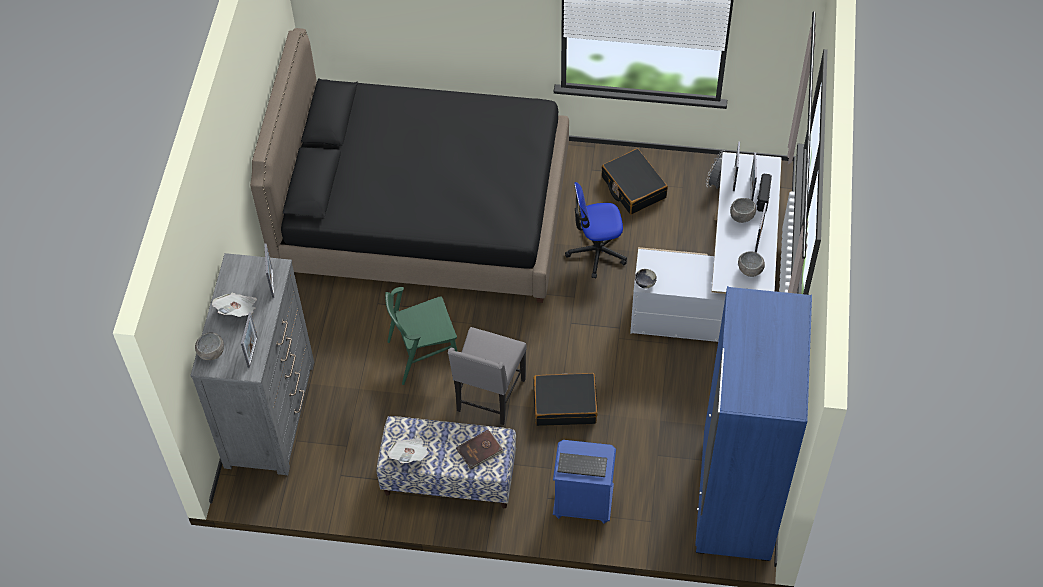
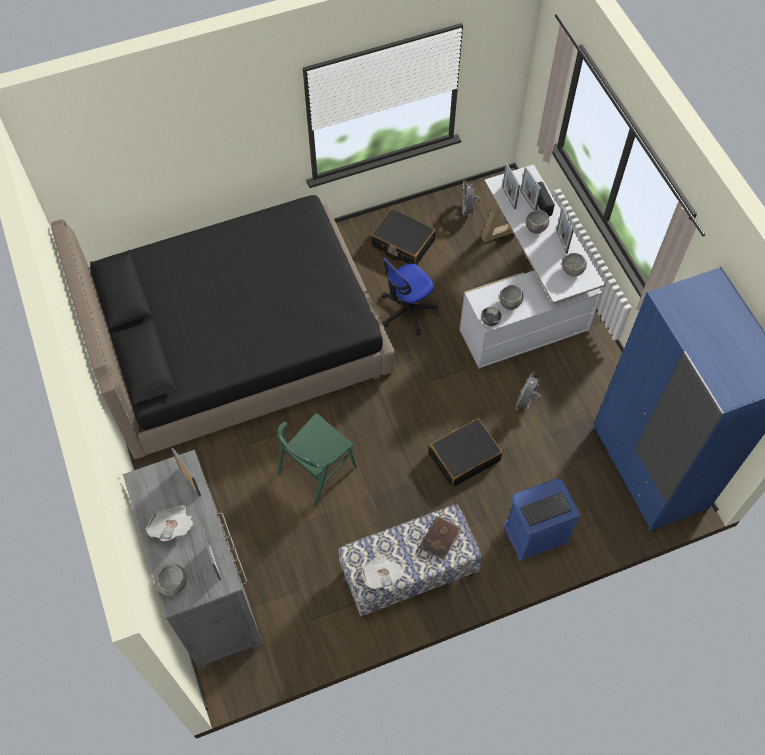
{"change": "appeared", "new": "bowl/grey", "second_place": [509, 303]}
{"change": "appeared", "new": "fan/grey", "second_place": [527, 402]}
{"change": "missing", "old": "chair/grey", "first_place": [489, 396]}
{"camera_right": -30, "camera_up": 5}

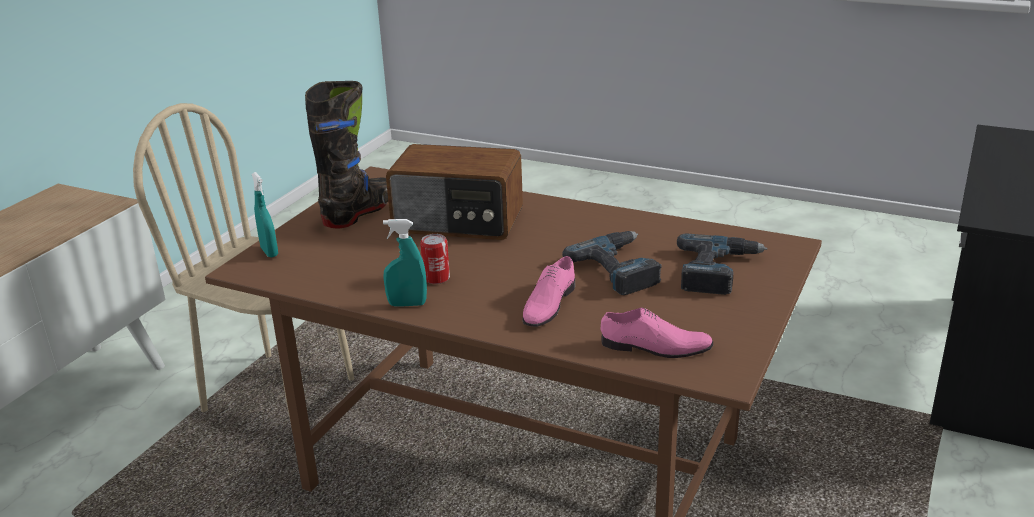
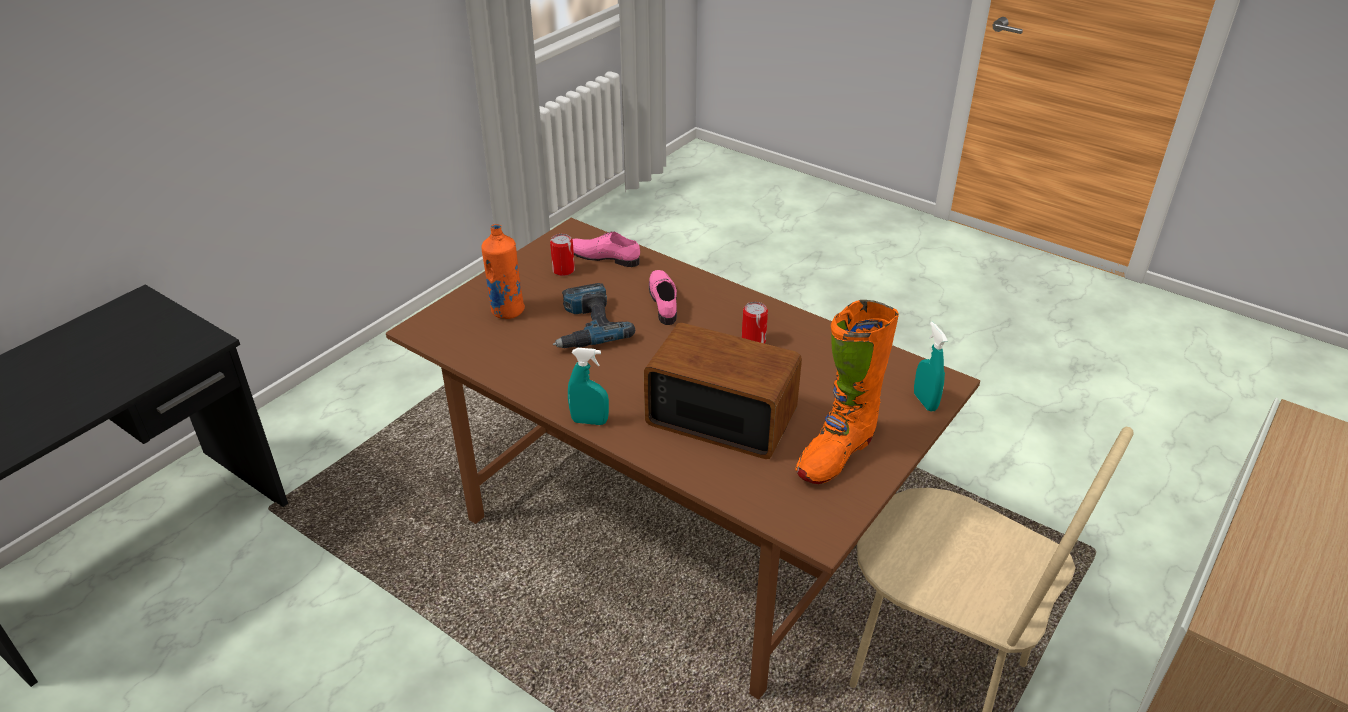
{"change": "exchanged", "old": "power drill", "new": "bottle/orange", "first_place": [718, 271], "second_place": [507, 311]}
{"change": "appeared", "new": "can", "second_place": [563, 270]}
{"change": "relocated", "old": "spray bottle/turquoise", "first_place": [407, 304], "second_place": [589, 421]}
{"change": "spun", "old": "shoe/pink", "first_place": [548, 304], "second_place": [664, 300], "degrees": -45}
{"change": "colour", "old": "boot/black", "new": "boot/orange", "first_place": [359, 212], "second_place": [836, 454]}
{"camera_right": -170, "camera_up": 10}

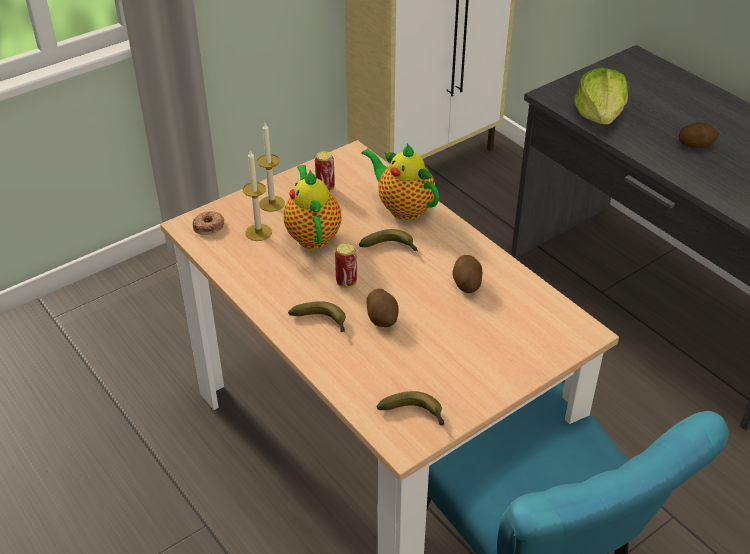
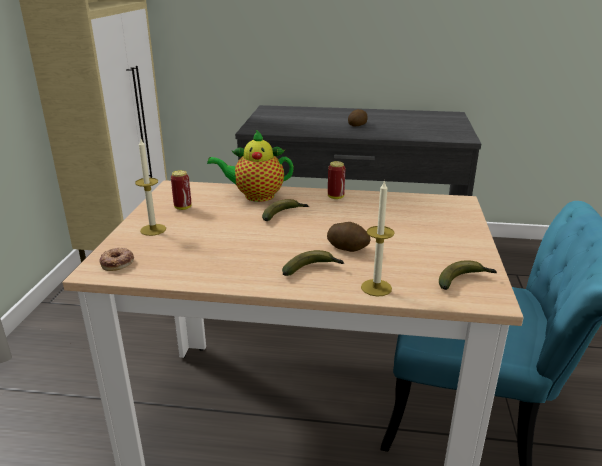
{"change": "relocated", "old": "can", "first_place": [346, 283], "second_place": [335, 197]}
{"change": "relocated", "old": "candle", "first_place": [258, 232], "second_place": [376, 287]}
{"change": "missing", "old": "teapot", "first_place": [312, 234]}
{"change": "missing", "old": "potato", "first_place": [466, 283]}
{"change": "missing", "old": "lettuce", "first_place": [600, 116]}
{"camera_right": -45, "camera_up": -15}

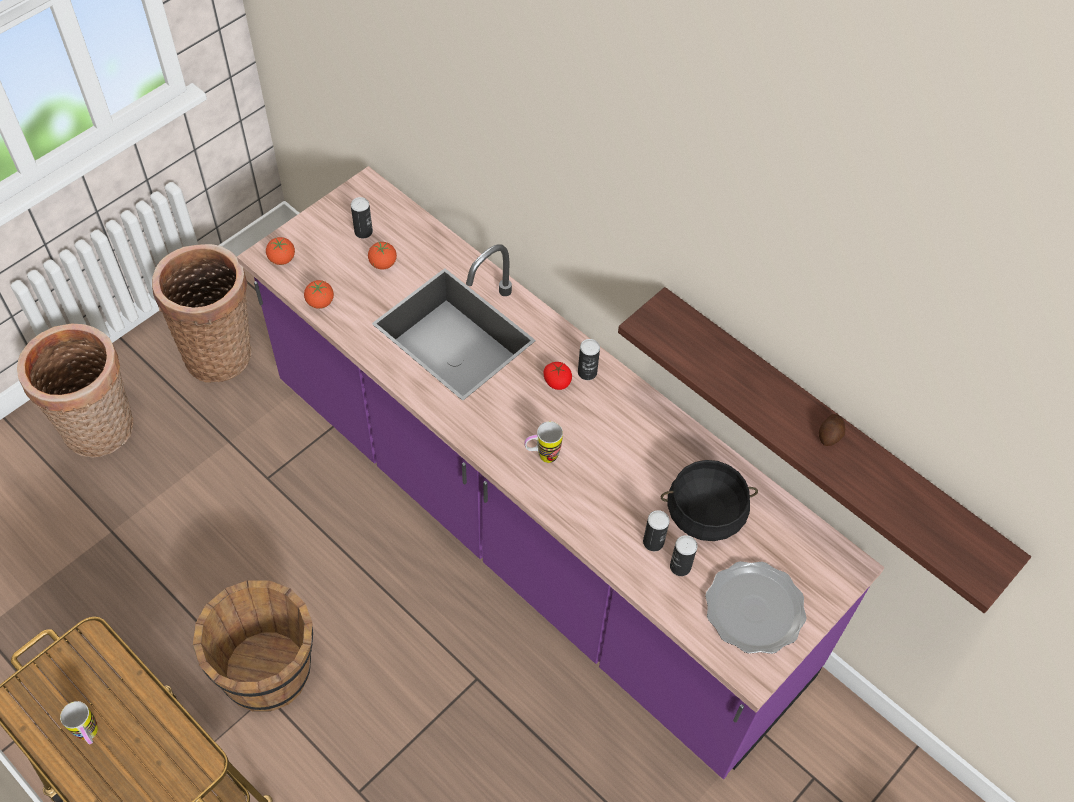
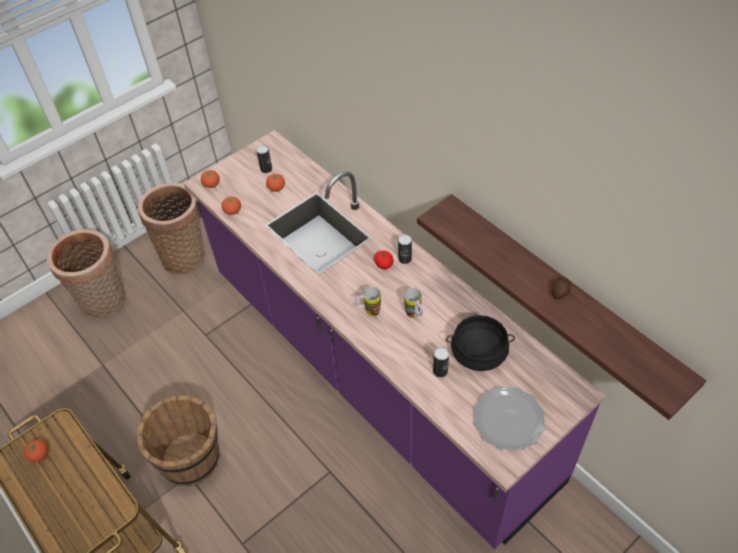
{"change": "appeared", "new": "tomato", "second_place": [39, 455]}
{"change": "relocated", "old": "mug", "first_place": [90, 736], "second_place": [415, 316]}
{"change": "missing", "old": "can", "first_place": [680, 566]}
{"camera_right": 10, "camera_up": -5}

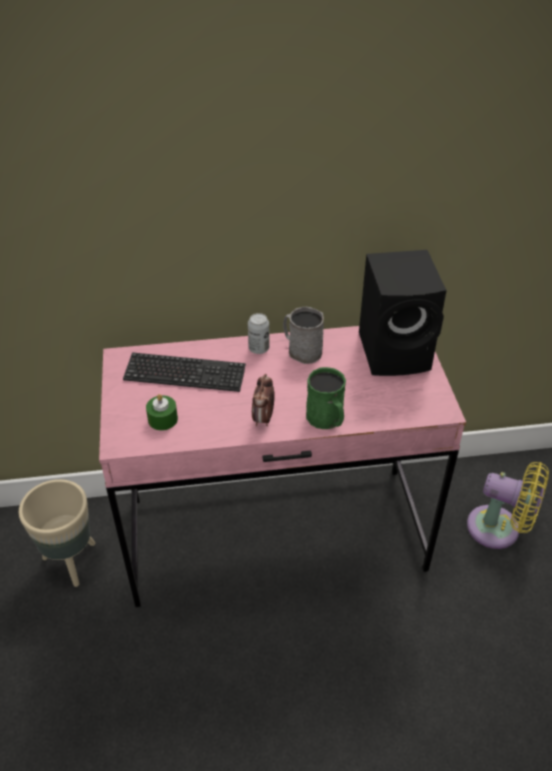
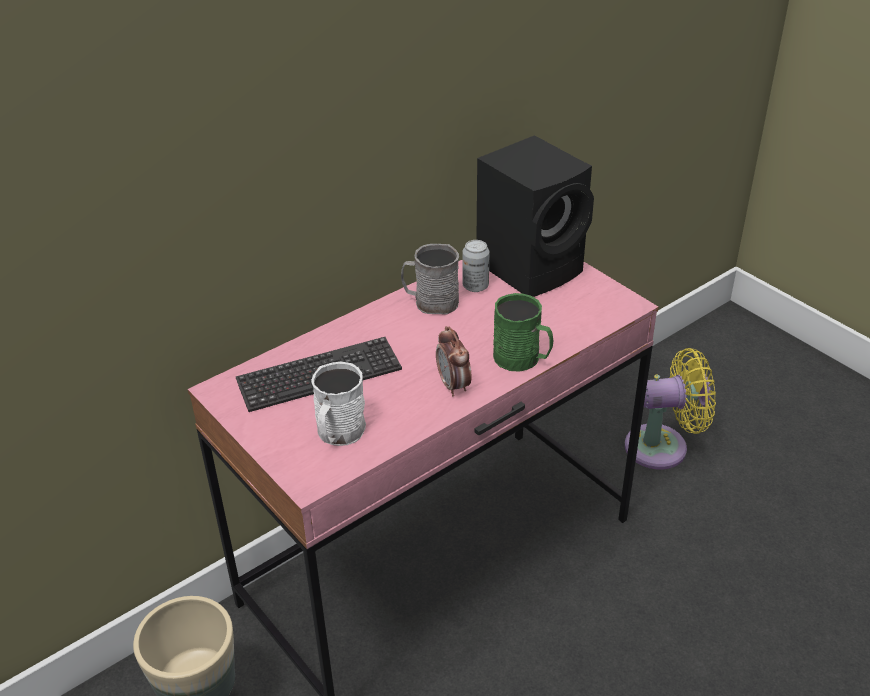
{"change": "exchanged", "old": "candle/green", "new": "mug/white", "first_place": [163, 419], "second_place": [338, 433]}
{"change": "relocated", "old": "can", "first_place": [259, 348], "second_place": [475, 286]}
{"camera_right": -30, "camera_up": -5}

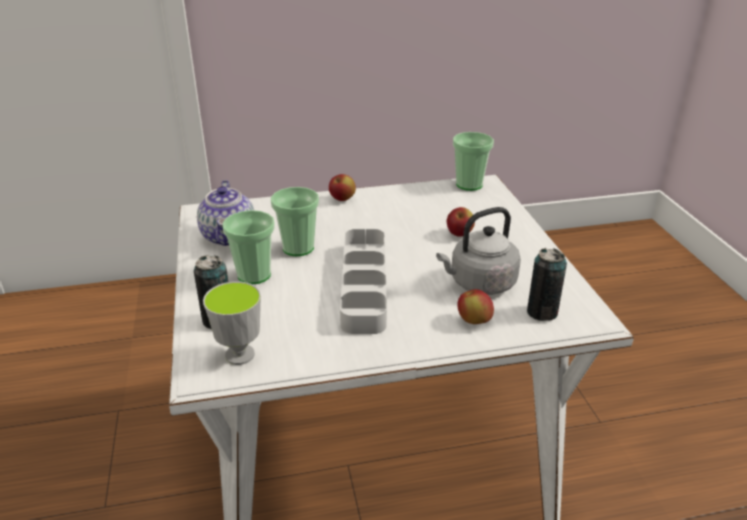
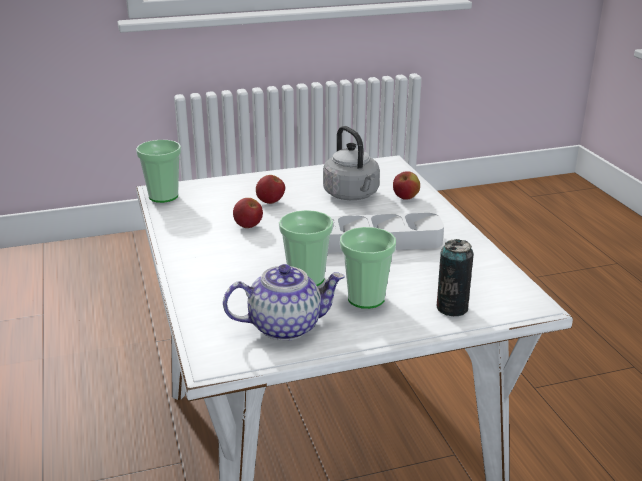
{"change": "relocated", "old": "apple", "first_place": [342, 199], "second_place": [248, 226]}
{"change": "missing", "old": "cup", "first_place": [240, 355]}
{"change": "missing", "old": "can", "first_place": [542, 312]}
{"camera_right": -95, "camera_up": -5}

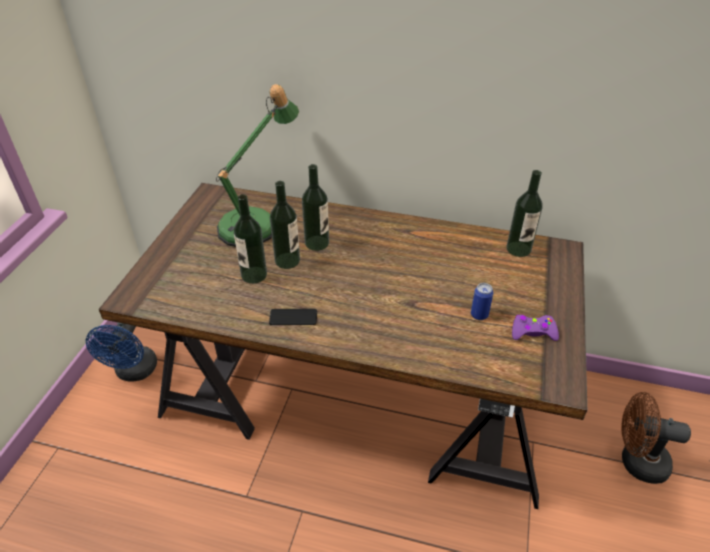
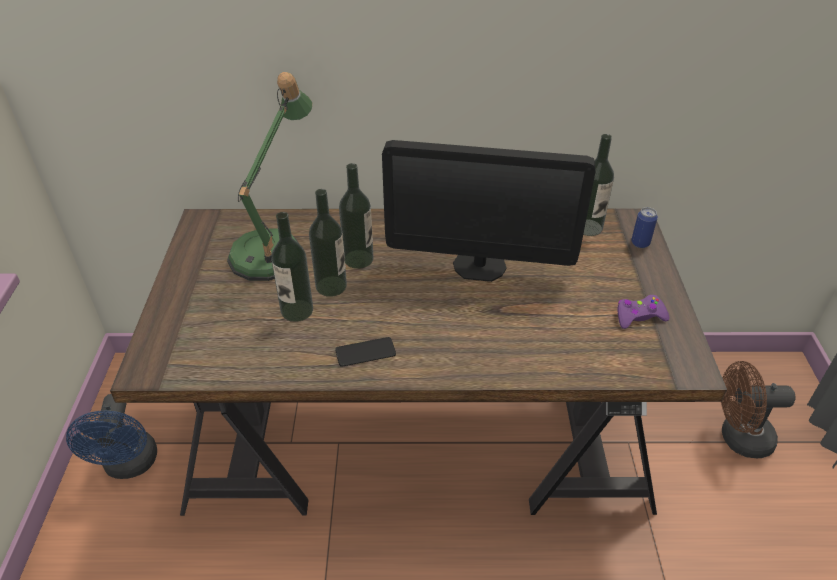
{"change": "appeared", "new": "monitor", "second_place": [479, 266]}
{"change": "relocated", "old": "can", "first_place": [479, 315], "second_place": [640, 243]}
{"camera_right": -15, "camera_up": 0}

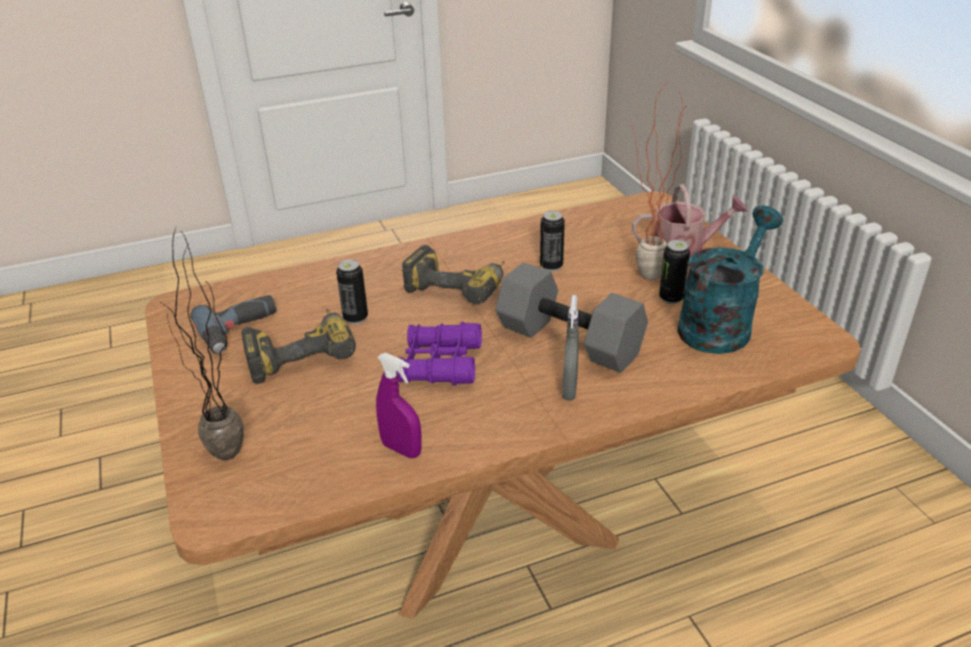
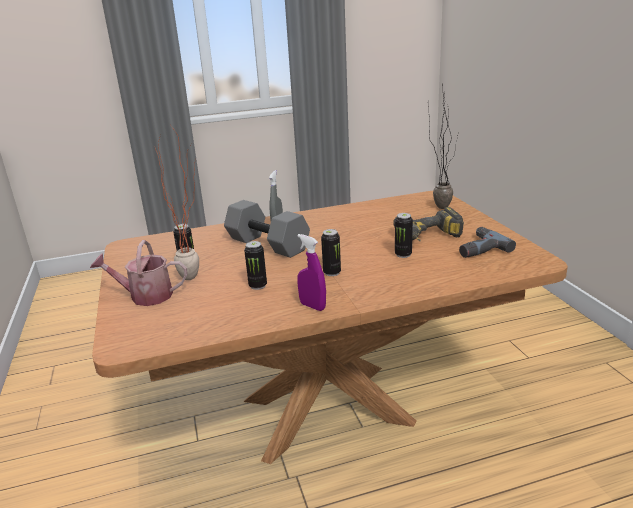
{"change": "relocated", "old": "spray bottle/purple", "first_place": [401, 449], "second_place": [312, 306]}
{"change": "exchanged", "old": "power drill", "new": "can", "first_place": [459, 286], "second_place": [332, 273]}
{"change": "missing", "old": "binoculars/purple", "first_place": [440, 364]}
{"change": "missing", "old": "watering can/turquoise", "first_place": [720, 323]}
{"camera_right": -175, "camera_up": -10}

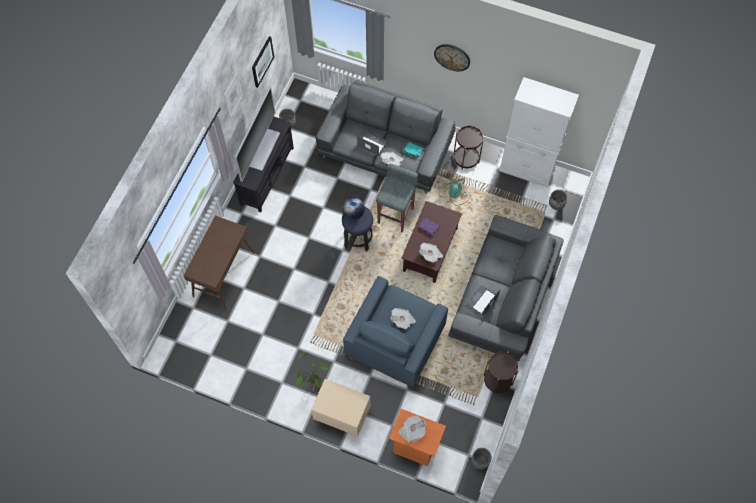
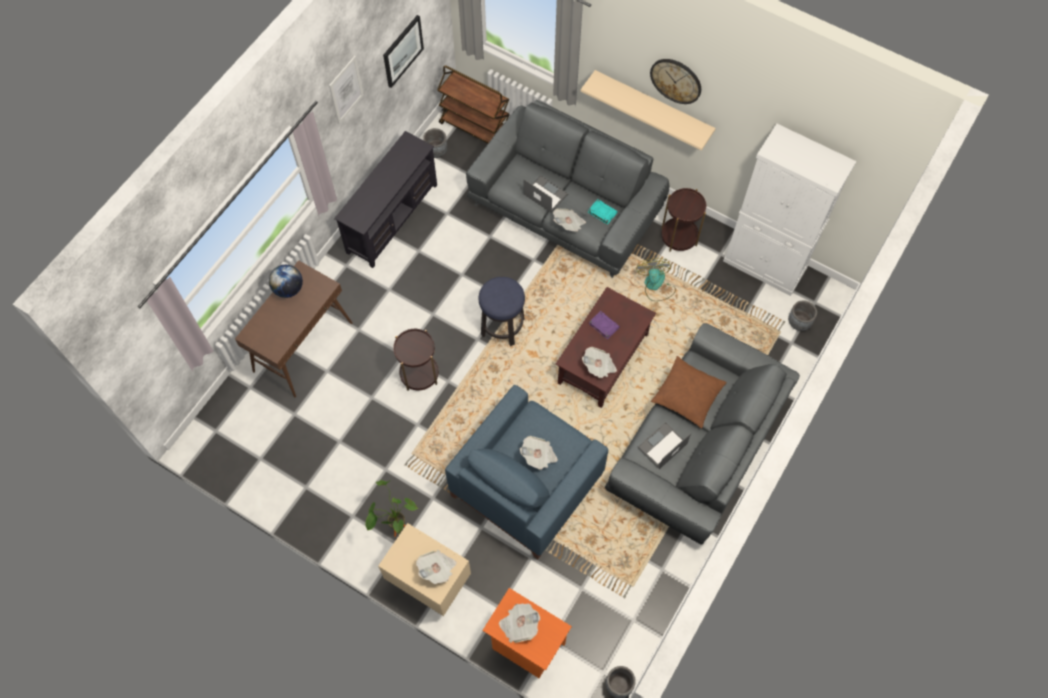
{"change": "relocated", "old": "globe", "first_place": [353, 213], "second_place": [288, 289]}
{"change": "relocated", "old": "side table/brown", "first_place": [497, 380], "second_place": [419, 374]}
{"change": "appeared", "new": "newspaper", "second_place": [437, 569]}
{"change": "appeared", "new": "cart/brown", "second_place": [475, 128]}
{"change": "appeared", "new": "shelf/beige", "second_place": [653, 106]}
{"change": "appeared", "new": "pillow/brown", "second_place": [687, 395]}
{"change": "missing", "old": "television", "first_place": [263, 149]}
{"change": "missing", "old": "stool/grey", "first_place": [396, 215]}
{"camera_right": 10, "camera_up": 0}

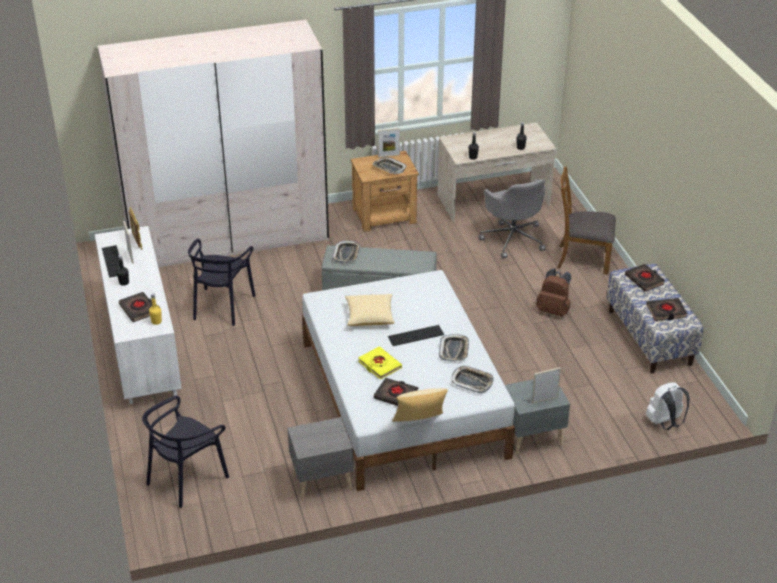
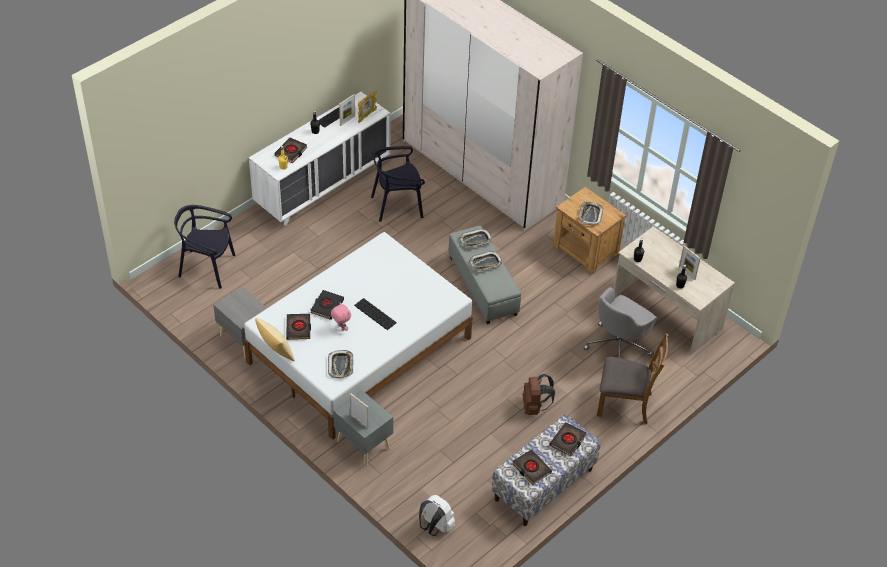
{"change": "colour", "old": "book/yellow", "new": "book/black", "first_place": [379, 365], "second_place": [327, 306]}
{"change": "appeared", "new": "plush toy/pink", "second_place": [341, 328]}
{"change": "relocated", "old": "tray", "first_place": [454, 350], "second_place": [485, 263]}
{"change": "spun", "old": "chair/brown", "first_place": [582, 259], "second_place": [625, 404], "degrees": 120}
{"change": "relocated", "old": "picture frame", "first_place": [389, 156], "second_place": [687, 273]}
{"change": "missing", "old": "pillow", "first_place": [369, 317]}
{"camera_right": 60, "camera_up": 10}

